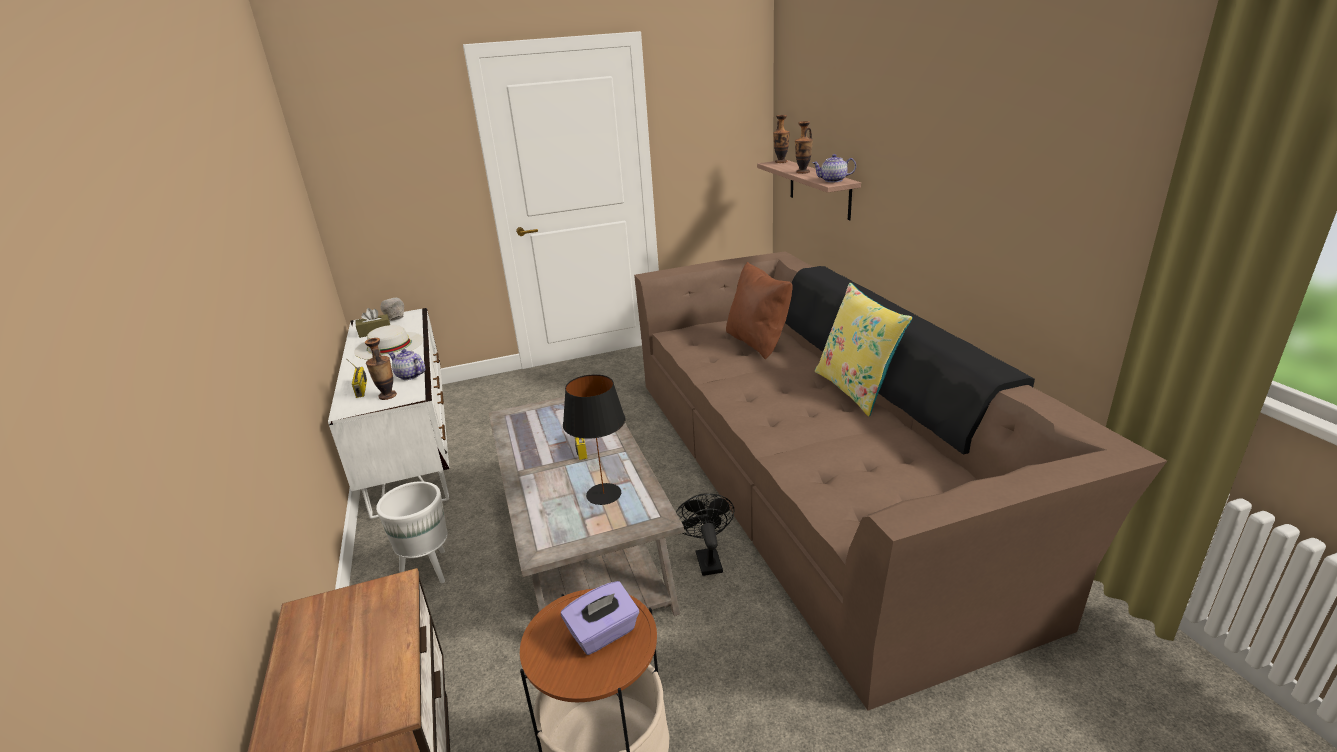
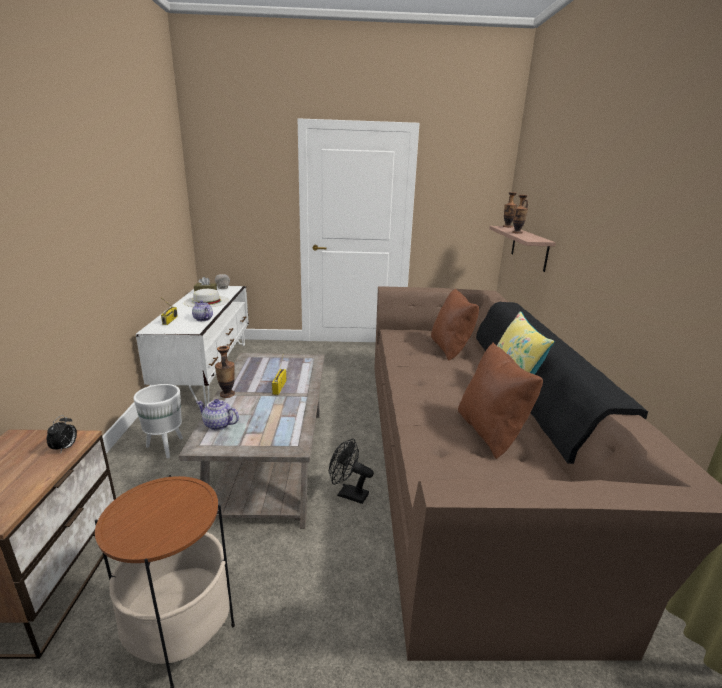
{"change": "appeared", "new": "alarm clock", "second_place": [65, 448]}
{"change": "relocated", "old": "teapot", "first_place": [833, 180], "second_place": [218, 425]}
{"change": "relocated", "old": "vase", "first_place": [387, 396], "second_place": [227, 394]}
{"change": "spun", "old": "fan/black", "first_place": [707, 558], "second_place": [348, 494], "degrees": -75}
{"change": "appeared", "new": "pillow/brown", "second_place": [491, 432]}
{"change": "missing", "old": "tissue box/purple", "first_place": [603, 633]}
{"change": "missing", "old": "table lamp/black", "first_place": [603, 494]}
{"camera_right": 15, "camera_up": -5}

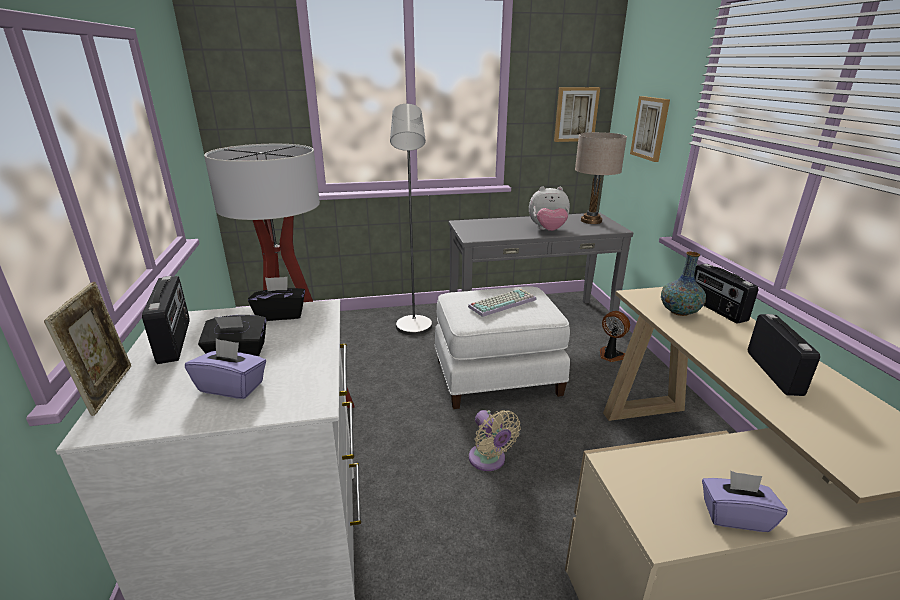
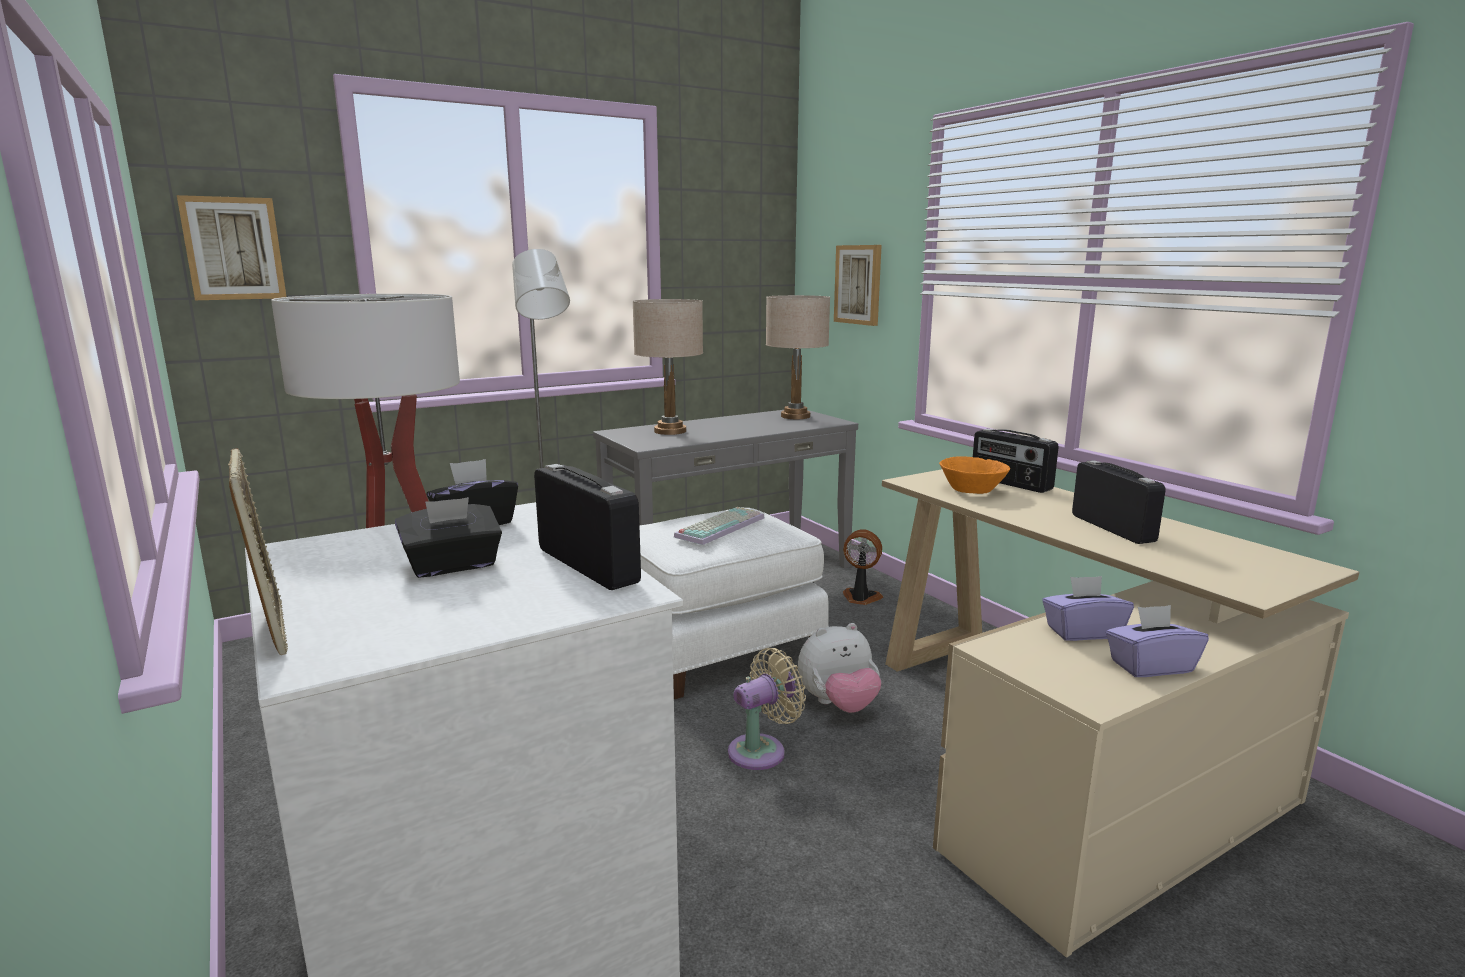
{"change": "relocated", "old": "picture", "first_place": [575, 114], "second_place": [233, 248]}
{"change": "relocated", "old": "radio", "first_place": [175, 340], "second_place": [589, 565]}
{"change": "appeared", "new": "table lamp/beige", "second_place": [670, 431]}
{"change": "spun", "old": "fan/beige", "first_place": [489, 460], "second_place": [762, 750], "degrees": -75}
{"change": "relocated", "old": "plush toy", "first_place": [548, 230], "second_place": [838, 705]}
{"change": "exchanged", "old": "vase", "new": "bowl/orange", "first_place": [679, 312], "second_place": [972, 490]}
{"change": "relocated", "old": "tissue box/purple", "first_place": [232, 386], "second_place": [1082, 632]}
{"camera_right": -20, "camera_up": -10}

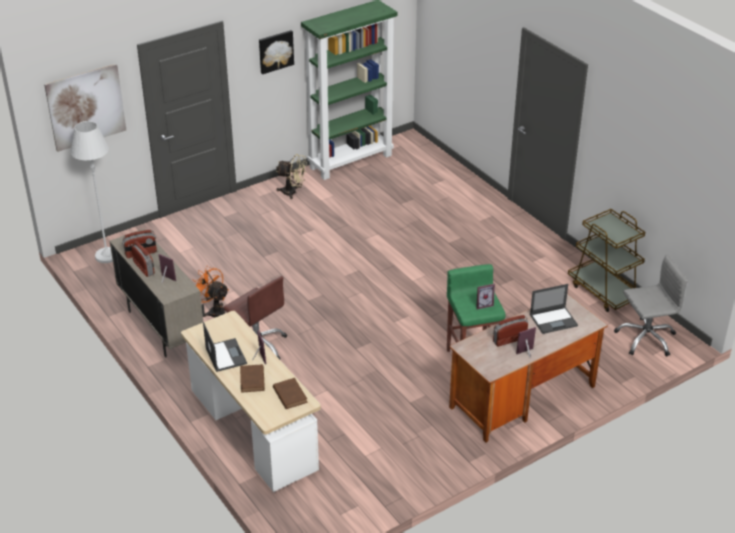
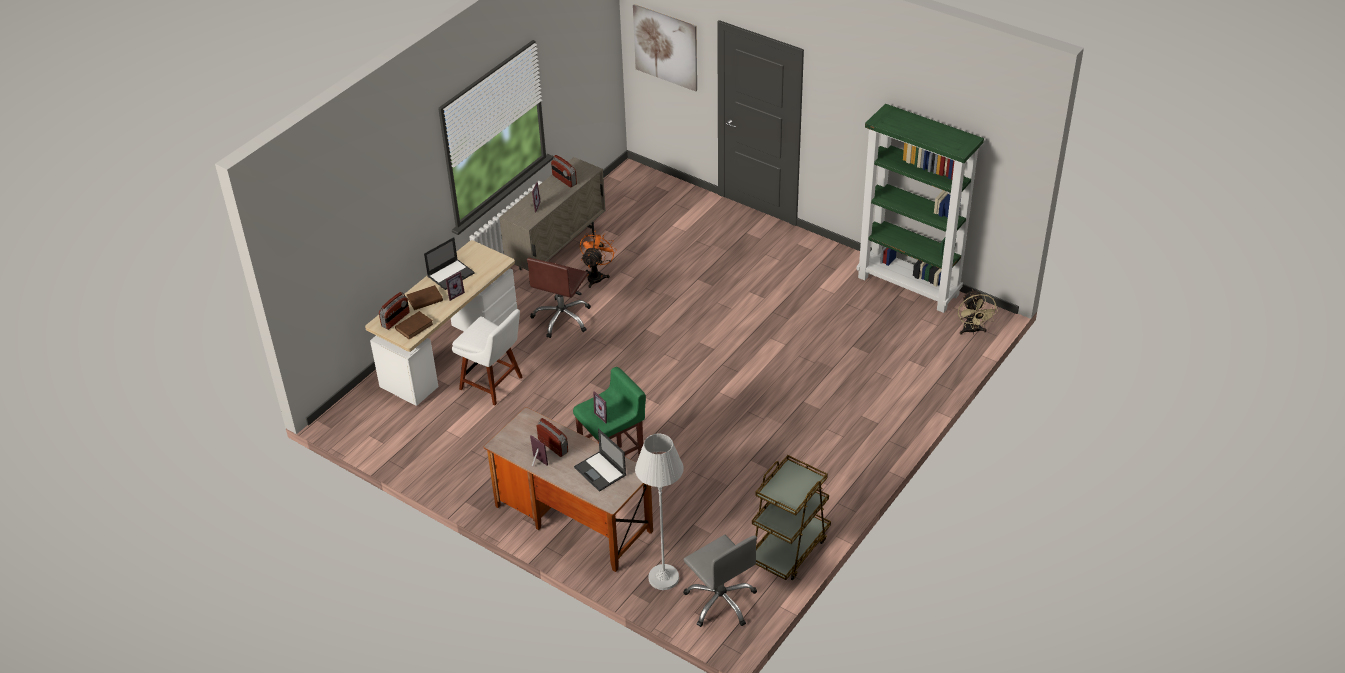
{"change": "relocated", "old": "radio", "first_place": [144, 268], "second_place": [395, 320]}
{"change": "appeared", "new": "chair/white", "second_place": [493, 384]}
{"change": "relocated", "old": "floor lamp/white", "first_place": [107, 256], "second_place": [663, 577]}
{"change": "relocated", "old": "fan/beige", "first_place": [293, 192], "second_place": [972, 331]}
{"change": "missing", "old": "picture", "first_place": [275, 51]}
{"camera_right": 70, "camera_up": 5}

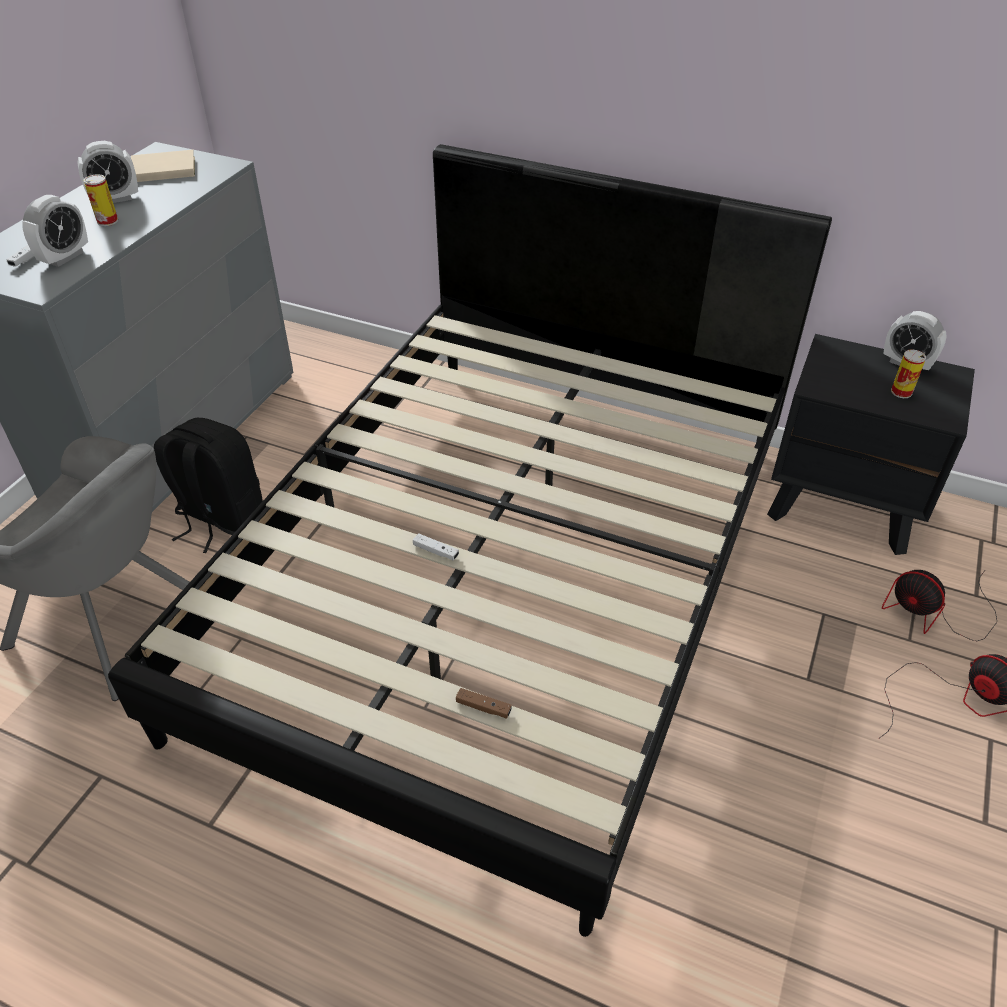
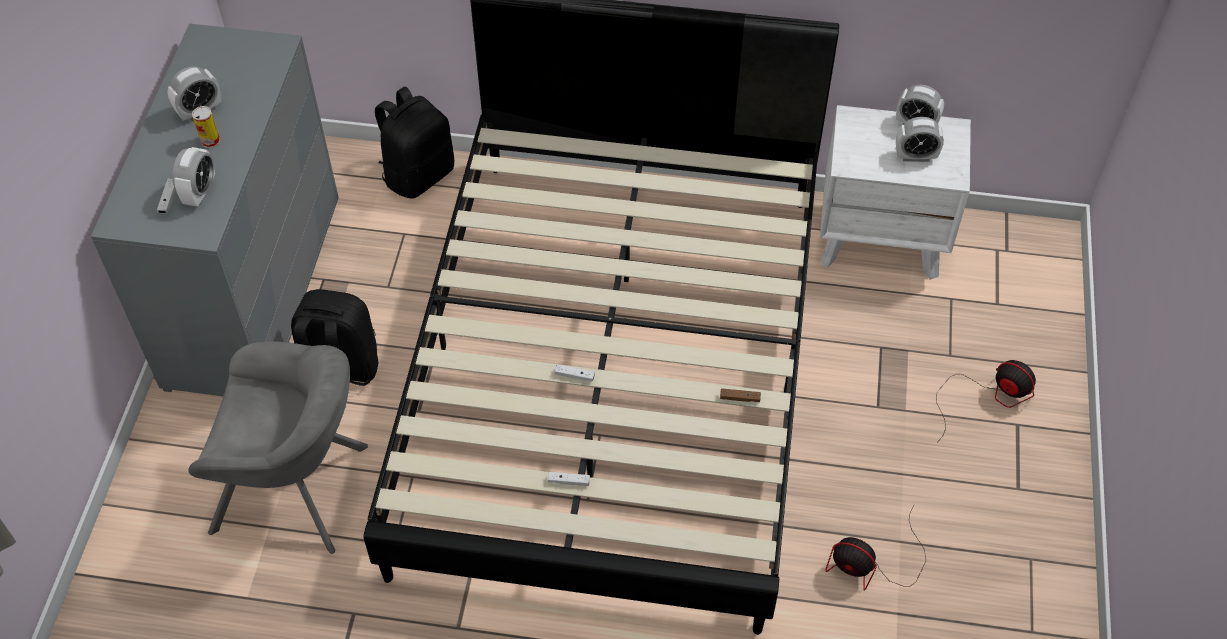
{"change": "appeared", "new": "backpack/black", "second_place": [418, 175]}
{"change": "appeared", "new": "game controller/white", "second_place": [568, 481]}
{"change": "relocated", "old": "game controller/brown", "first_place": [483, 707], "second_place": [740, 398]}
{"change": "colour", "old": "nightstand/black", "new": "nightstand/white", "first_place": [843, 504], "second_place": [881, 238]}
{"change": "relocated", "old": "fan", "first_place": [934, 613], "second_place": [871, 565]}
{"change": "exchanged", "old": "can", "new": "alarm clock", "first_place": [901, 392], "second_place": [915, 156]}
{"change": "missing", "old": "book/beige", "first_place": [161, 169]}
{"camera_right": -15, "camera_up": 10}

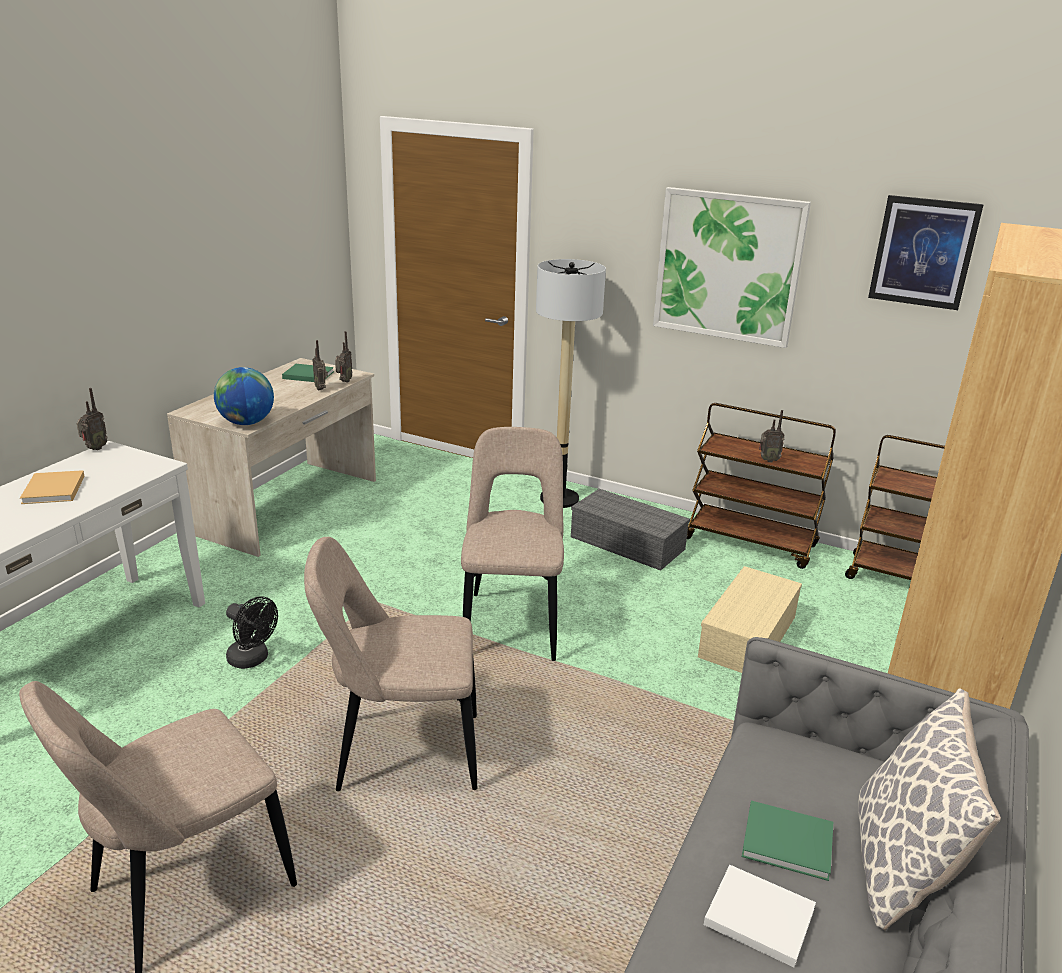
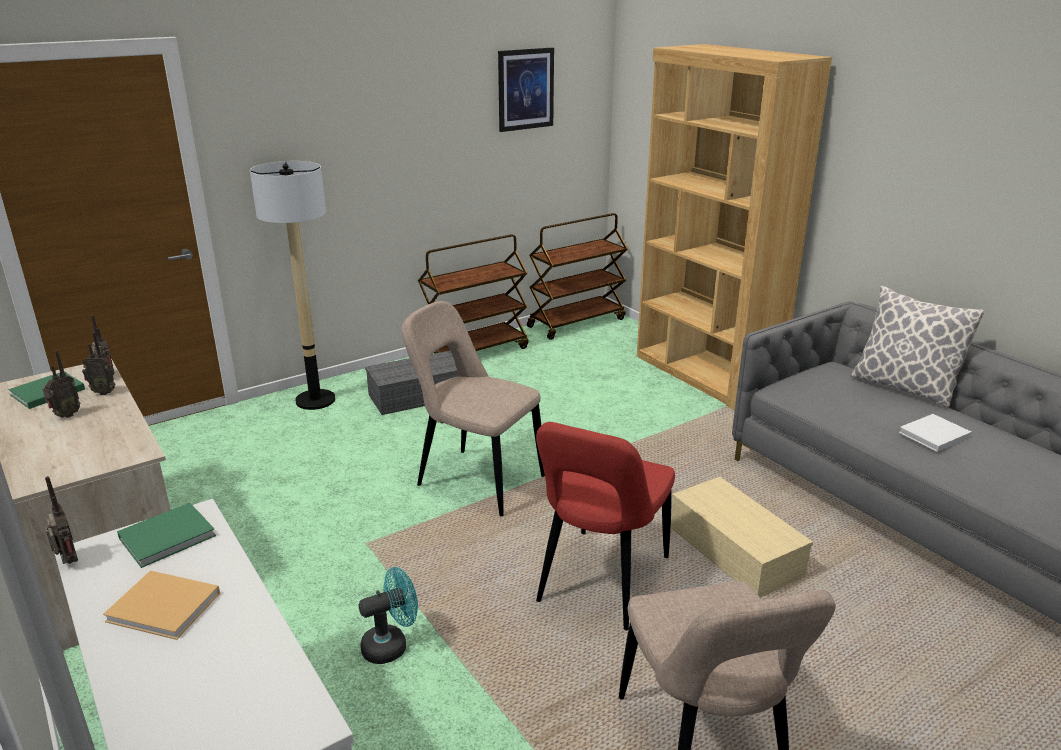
{"change": "relocated", "old": "radio", "first_place": [768, 460], "second_place": [65, 415]}
{"change": "relocated", "old": "book/green", "first_place": [790, 843], "second_place": [170, 536]}
{"change": "colour", "old": "fan/black", "new": "fan/turquoise", "first_place": [252, 660], "second_place": [391, 645]}
{"change": "colour", "old": "chair/beige", "new": "chair/red", "first_place": [401, 753], "second_place": [600, 583]}
{"change": "relocated", "old": "storage box/beige", "first_place": [748, 637], "second_place": [737, 552]}
{"change": "missing", "old": "globe", "first_place": [246, 423]}
{"change": "missing", "old": "picture", "first_place": [728, 266]}
{"camera_right": -60, "camera_up": 0}

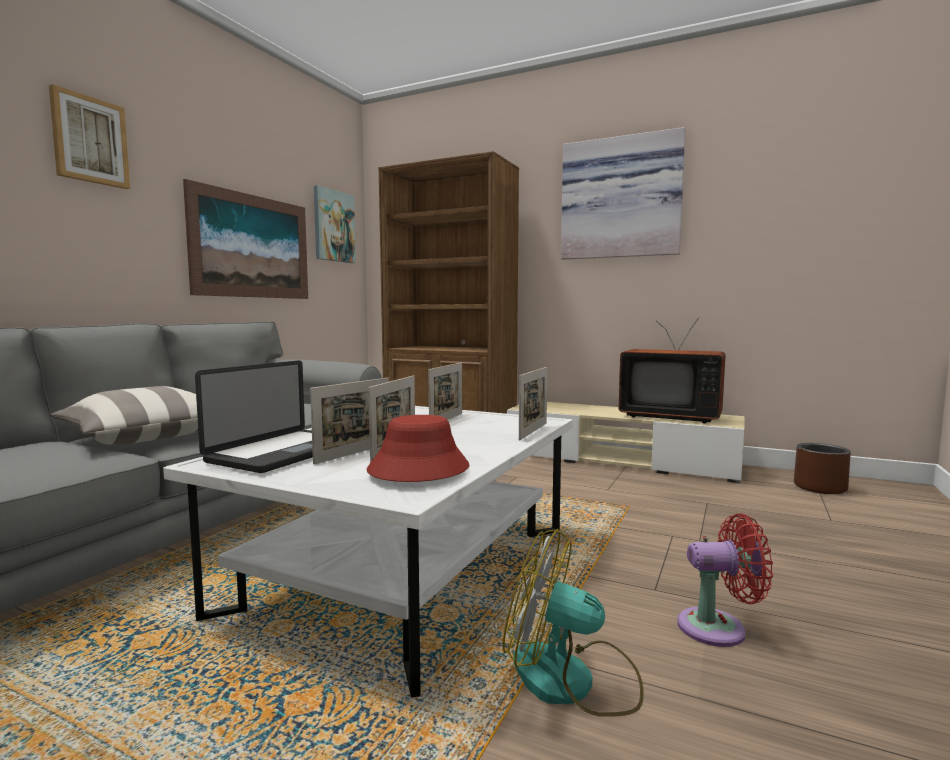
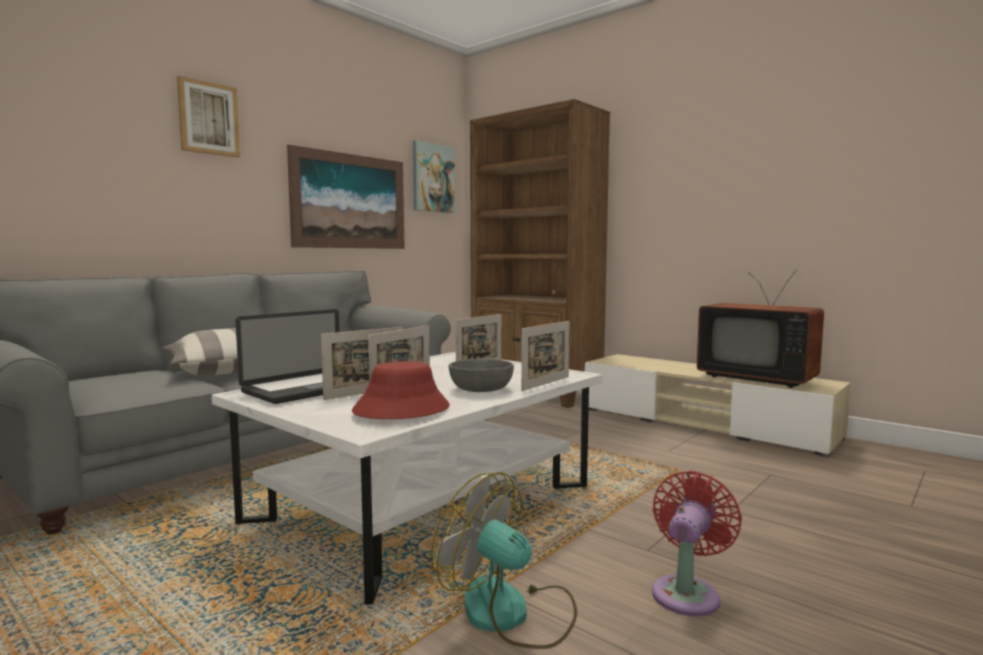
{"change": "appeared", "new": "bowl/grey", "second_place": [481, 389]}
{"change": "spun", "old": "fan/red", "first_place": [718, 628], "second_place": [687, 592], "degrees": -75}
{"change": "missing", "old": "picture", "first_place": [621, 198]}
{"change": "missing", "old": "planter/brown", "first_place": [820, 488]}
{"camera_right": 15, "camera_up": 0}

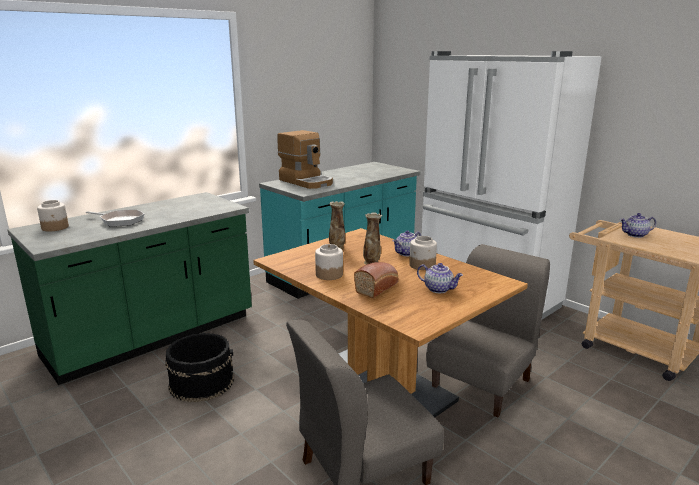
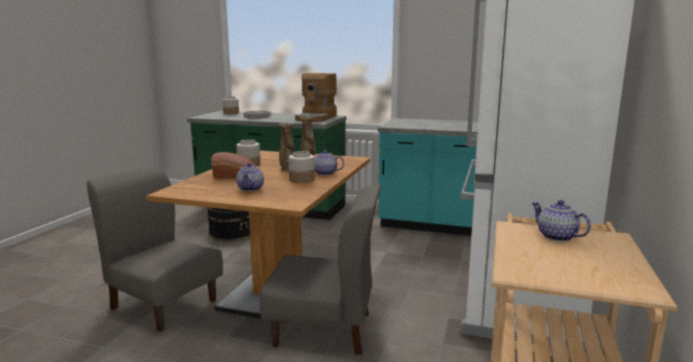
{"change": "relocated", "old": "coffee machine", "first_place": [307, 182], "second_place": [317, 118]}
{"camera_right": 60, "camera_up": -5}

